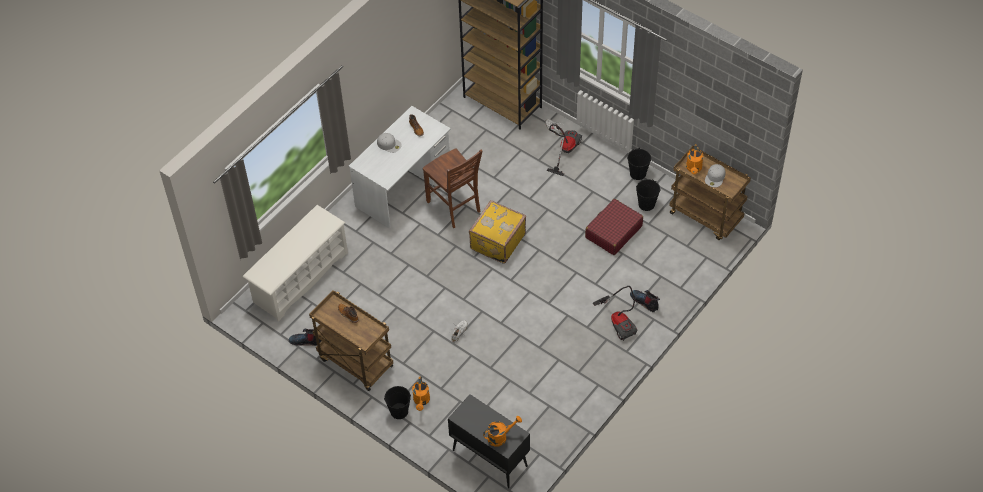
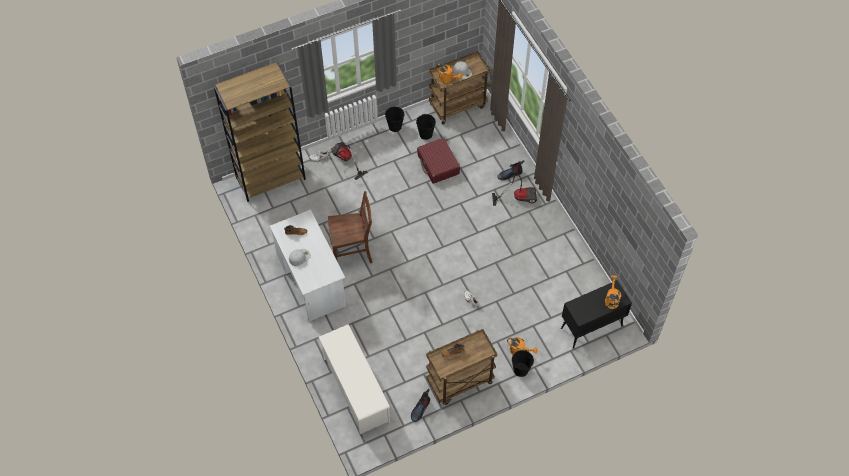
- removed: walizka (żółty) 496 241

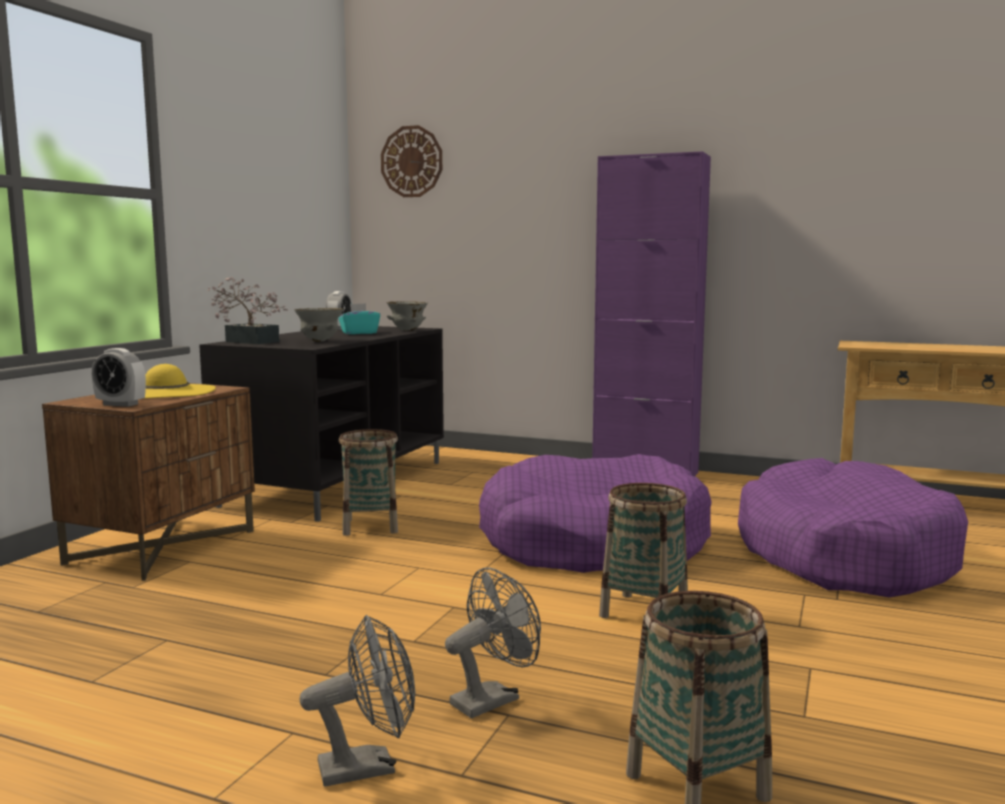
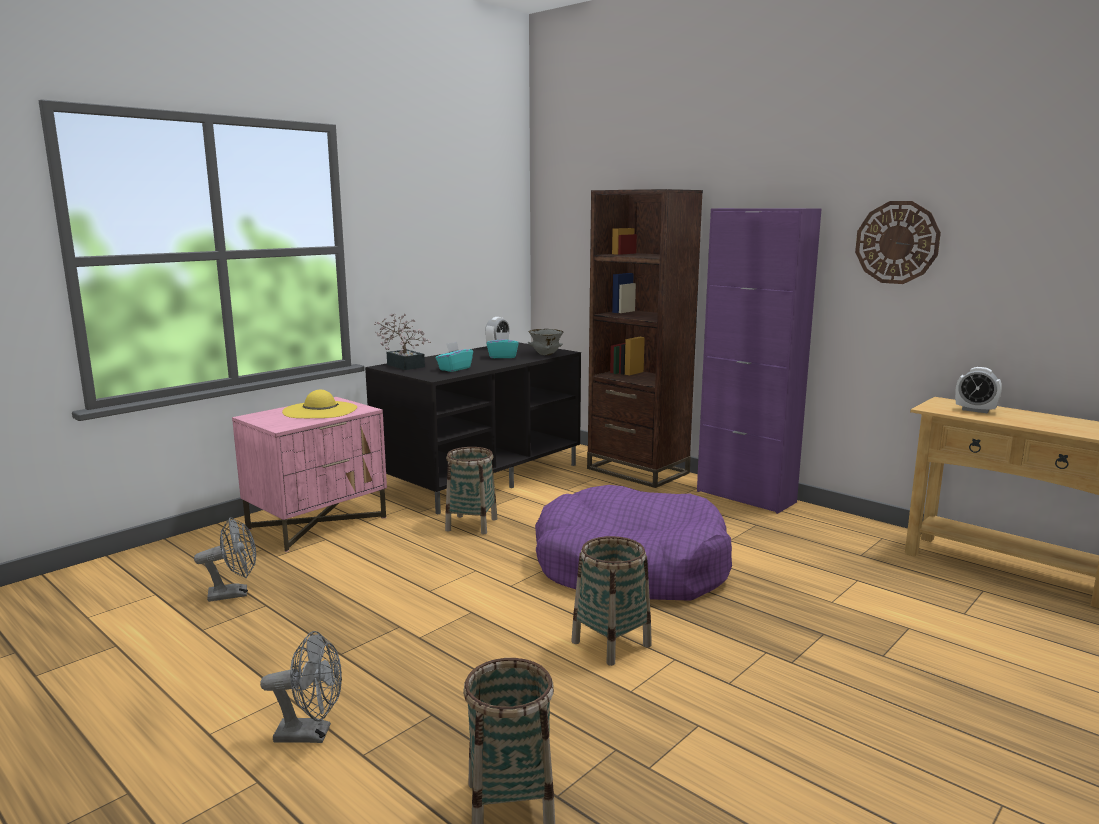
- moved: zegar ścienny 411 161 to 897 242
- replaced: miska (szary) 320 341 to pudełko chusteczek (turkusowy) 454 369
- moved: budzik 120 404 to 975 410
- recoloured: szafka nocna (brązowy) 163 547 to szafka nocna (różowy) 318 523
- removed: legowisko (fioletowy) 843 555
- moved: wentylator (szary) 492 698 to 235 593
- added: regał (brązowy) 637 471

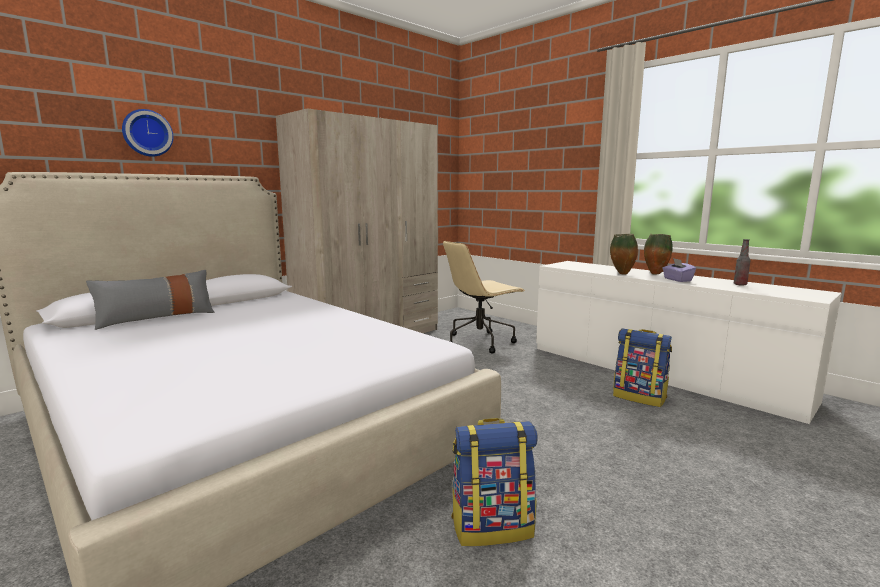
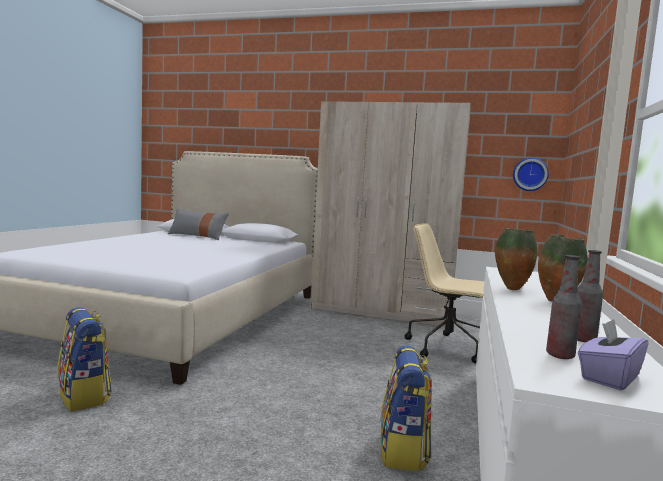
- moved: zegar ścienny 147 133 to 530 174
- moved: pudełko chusteczek (fioletowy) 677 280 to 609 377
- added: butelka 560 355

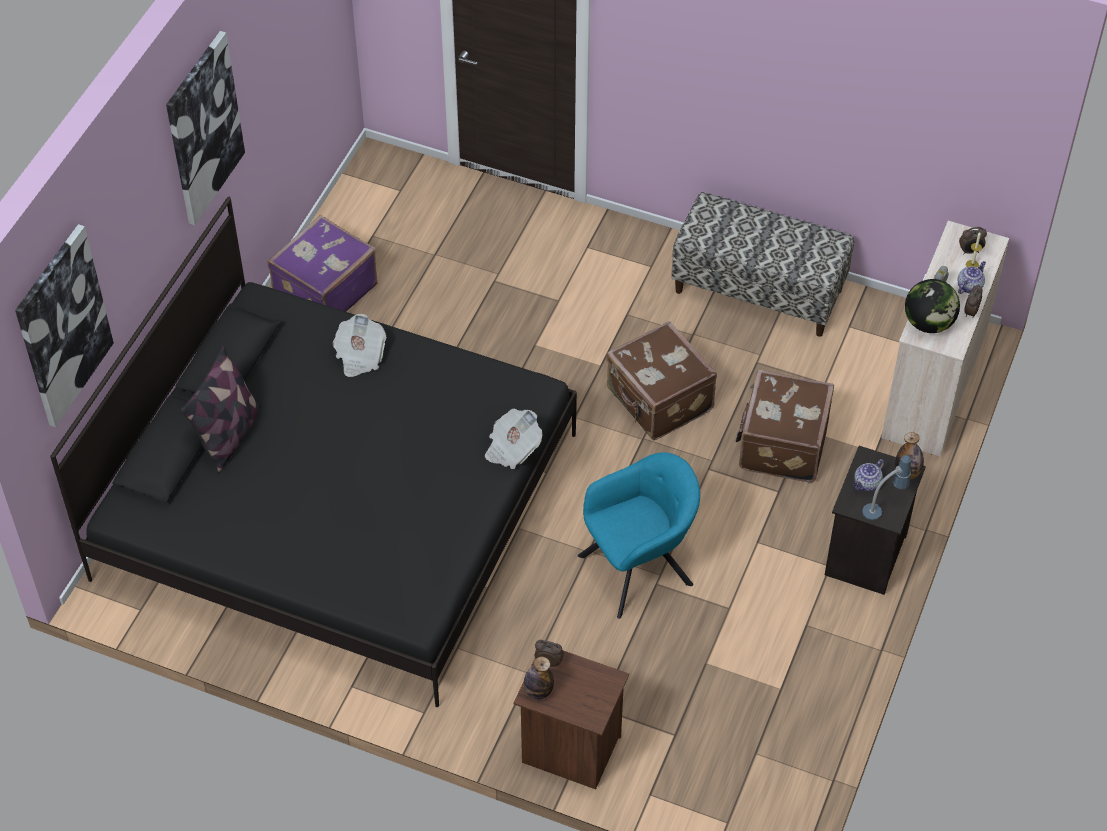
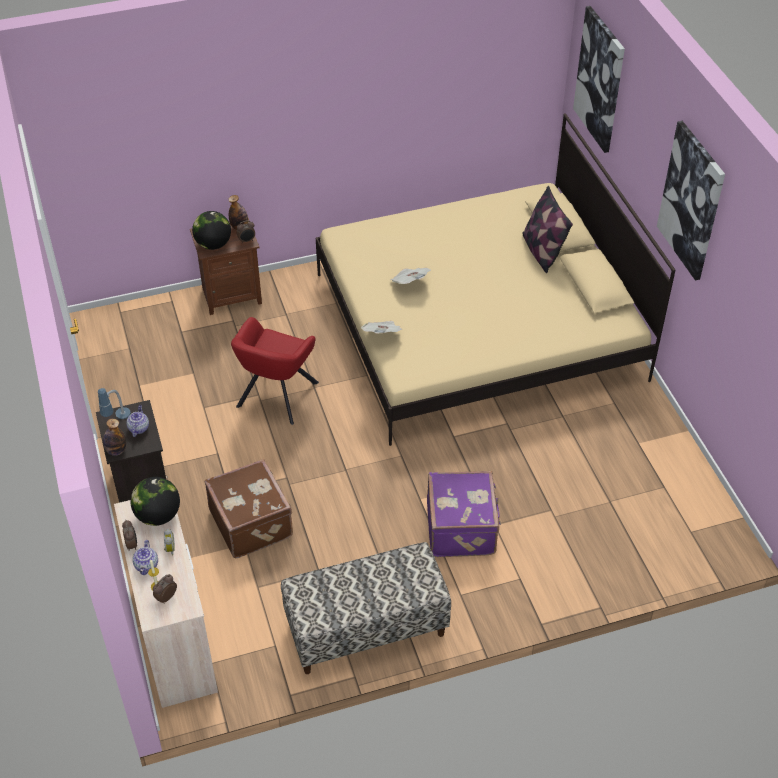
- recoloured: łóżko (czarny) 337 505 to łóżko (beżowy) 478 326
- moved: walizka (fioletowy) 324 291 to 462 528
- moved: gazeta 359 356 to 410 283
- removed: walizka (brązowy) 658 401
- recoloured: fotel (turkusowy) 639 567 to fotel (czerwony) 276 397
- added: globus 213 244

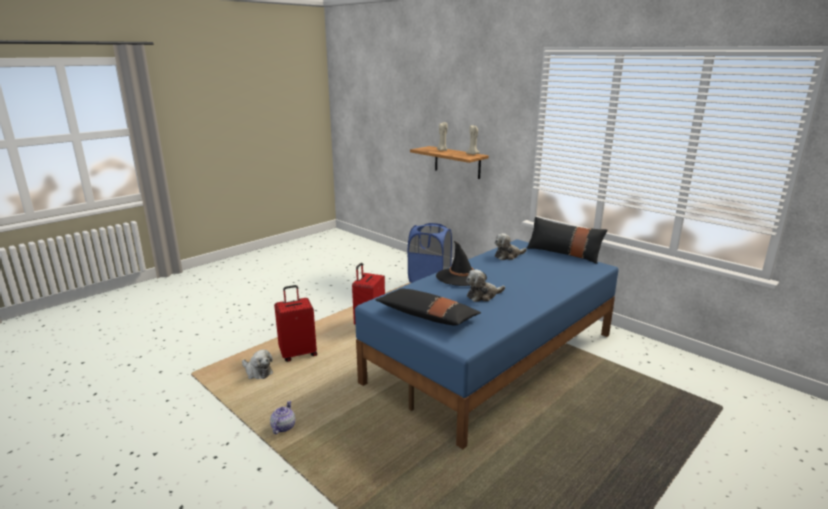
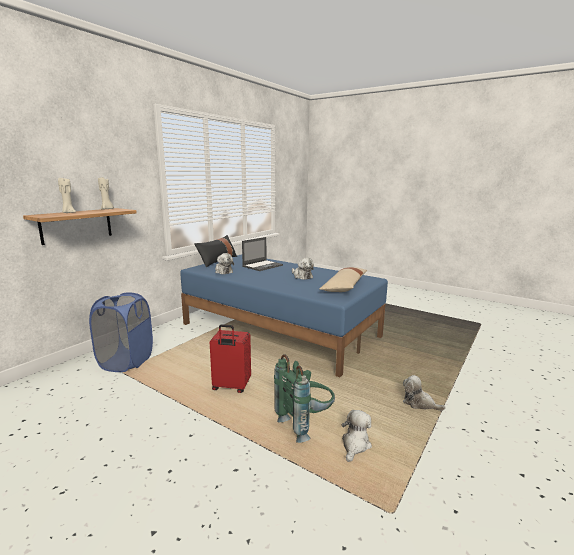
- removed: kapelusz (czarny) 461 277
- replaced: walizka (czerwony) 298 353 to plecak (zielony) 305 423
- recoloured: poduszka (czarny) 427 316 to poduszka (beżowy) 344 287
- replaced: imbryk 283 427 to pluszak 419 403
- added: laptop 263 266

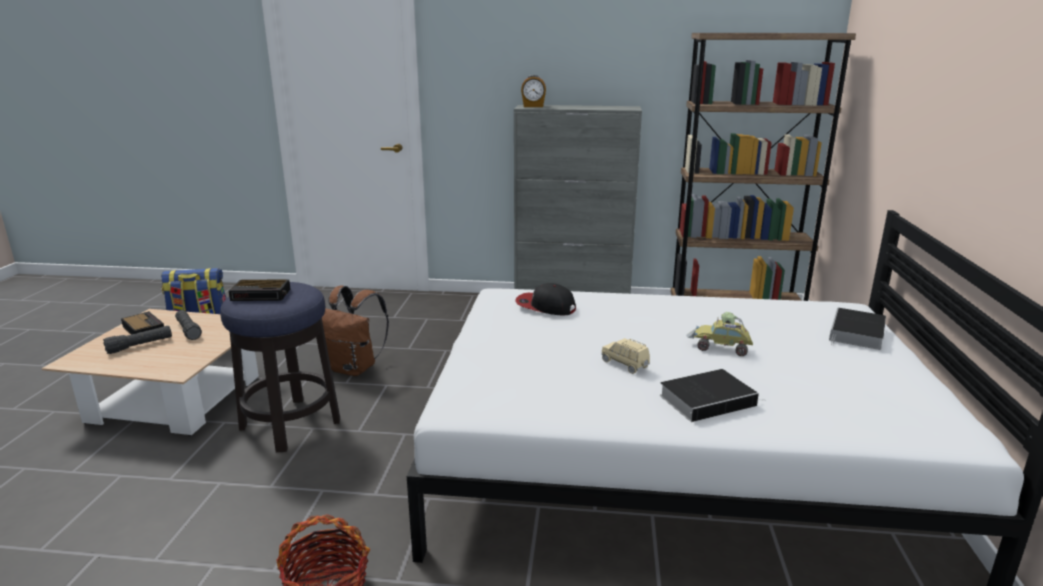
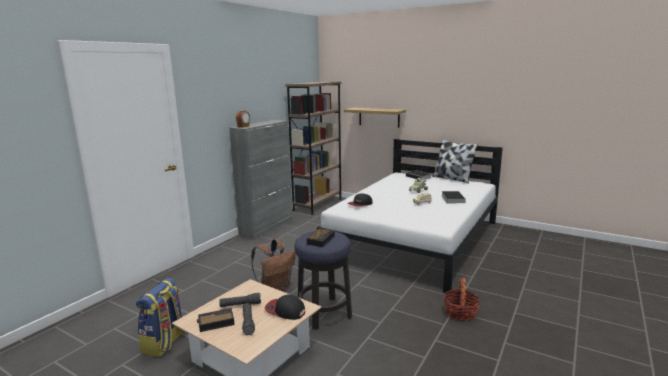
- added: półka 379 117
- added: poduszka 452 178
- added: czapka z daszkiem 285 311

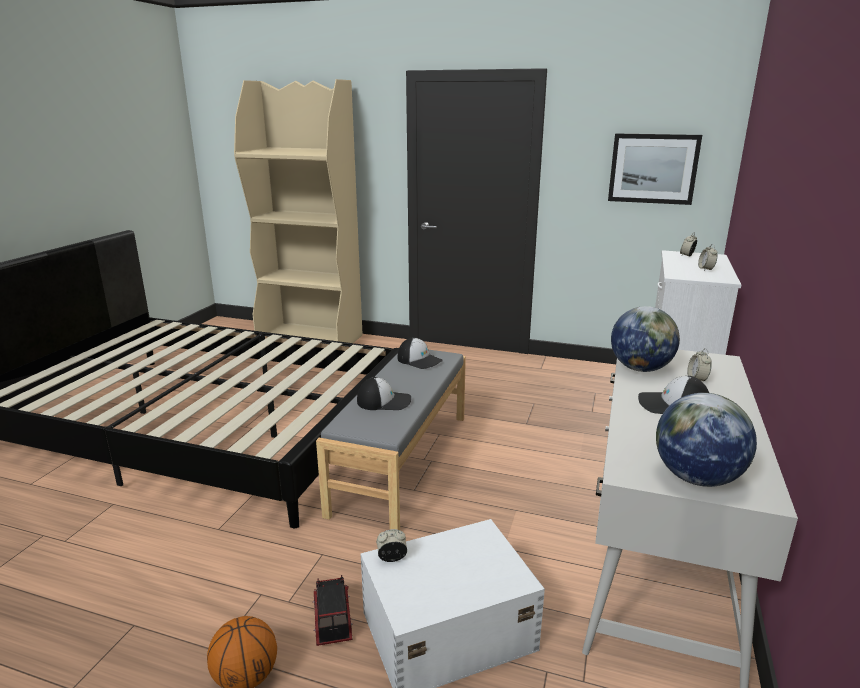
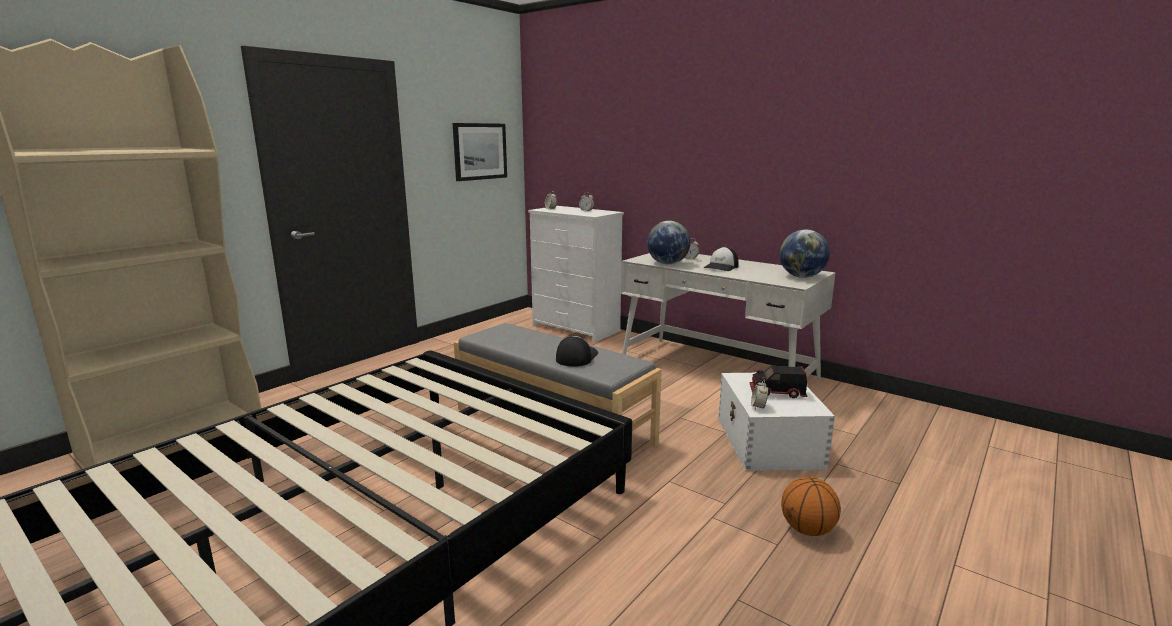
- removed: czapka z daszkiem 419 360
- moved: ciężarówka zabawkowa 331 618 to 777 393

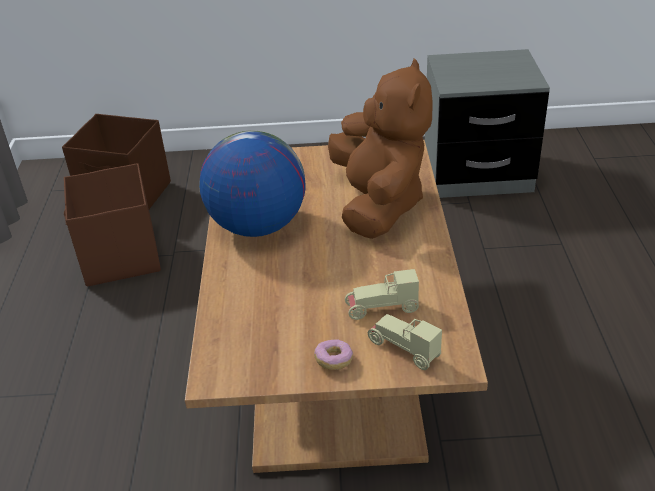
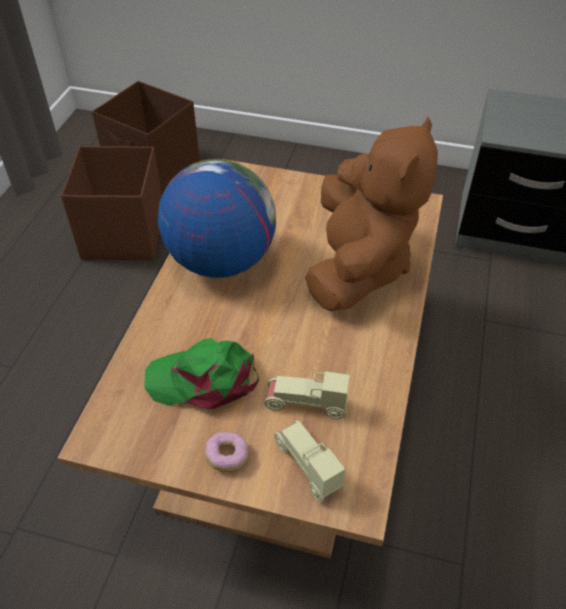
- added: czapka z daszkiem (zielony) 204 379

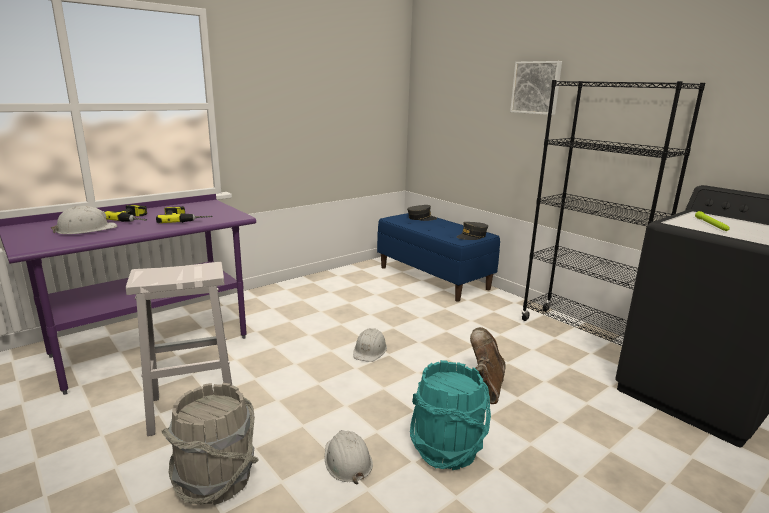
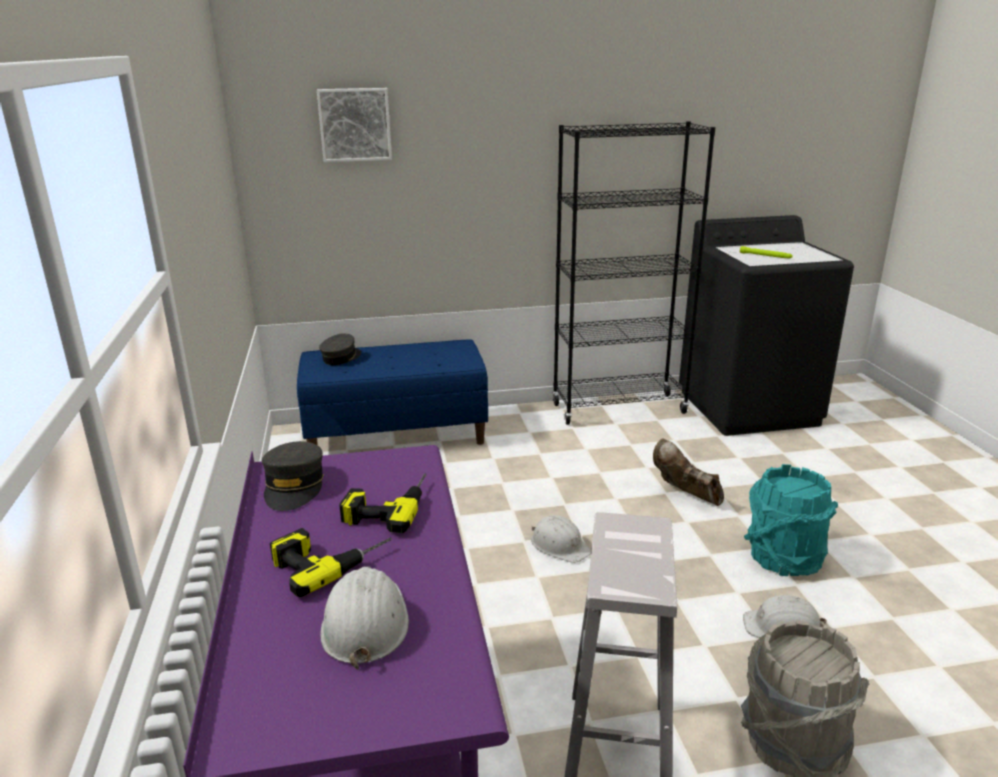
- moved: obraz 536 87 to 355 124
- moved: czapka z daszkiem (szary) 472 236 to 294 487

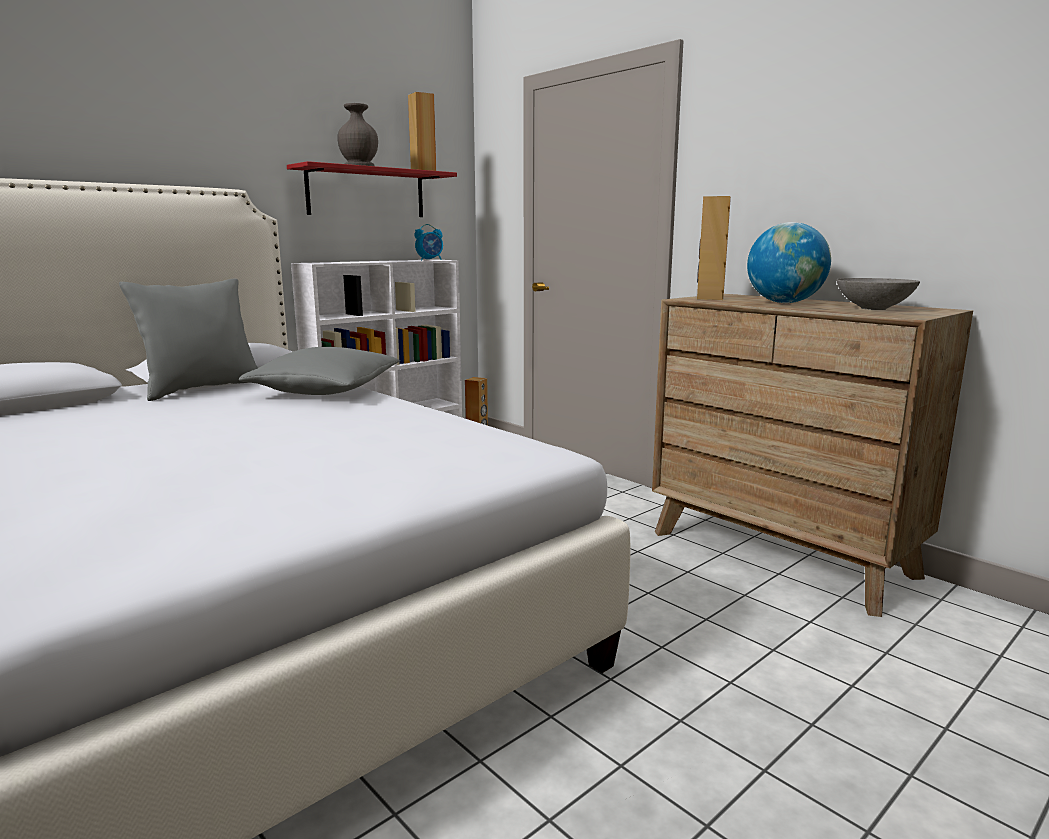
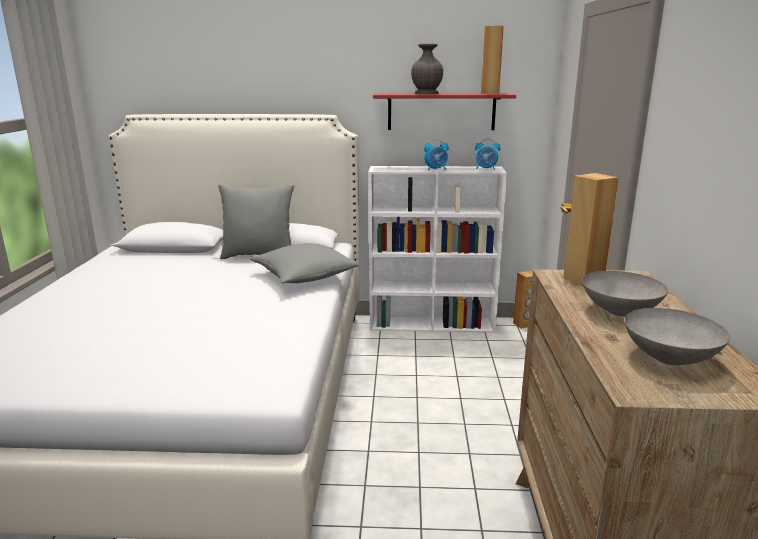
- replaced: globus 784 303 to miska (szary) 621 312
- added: budzik 436 169

